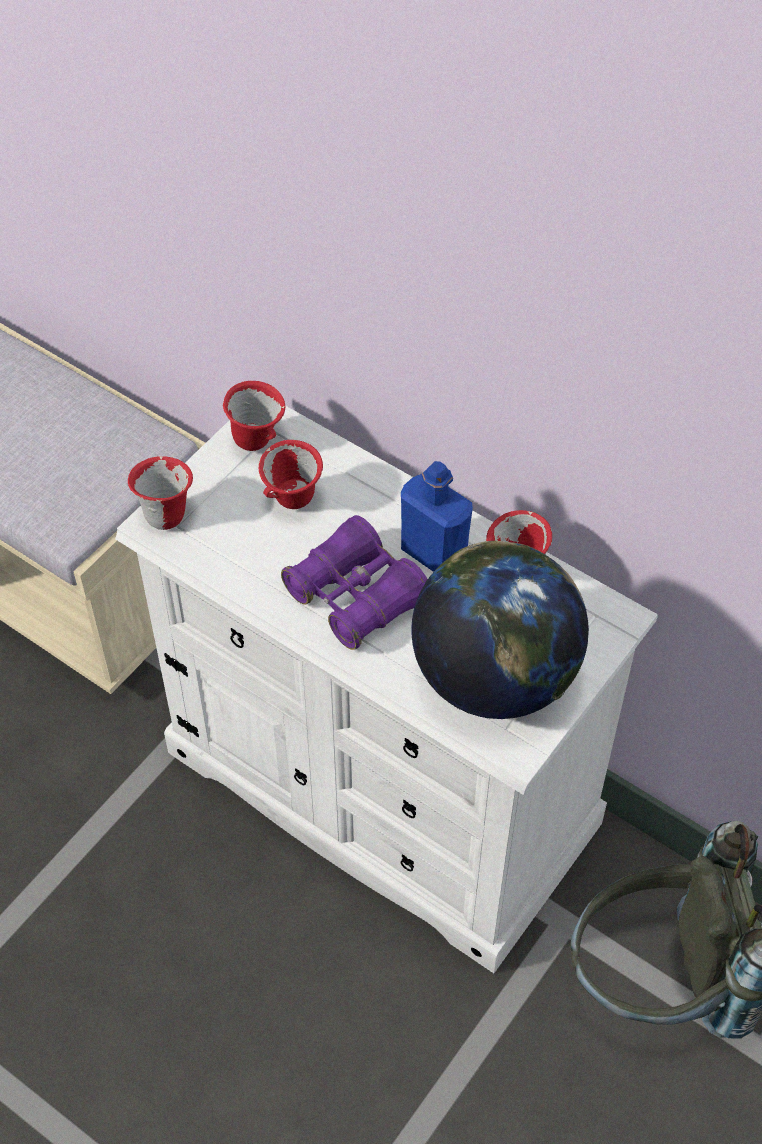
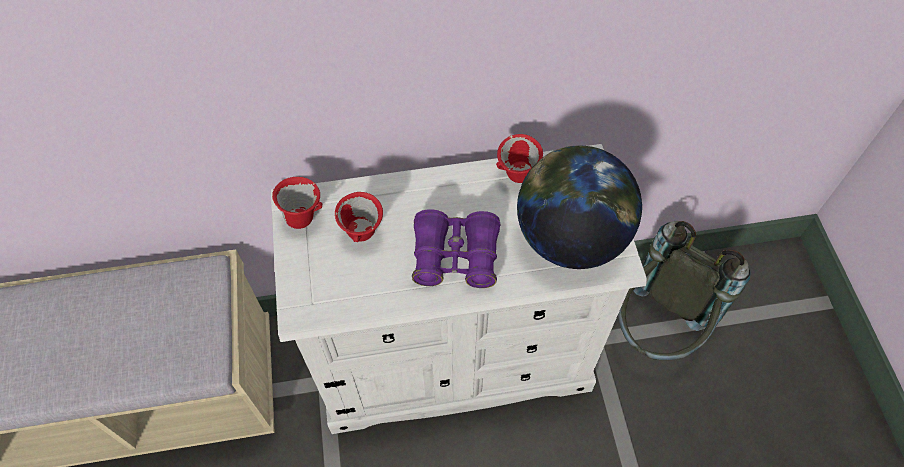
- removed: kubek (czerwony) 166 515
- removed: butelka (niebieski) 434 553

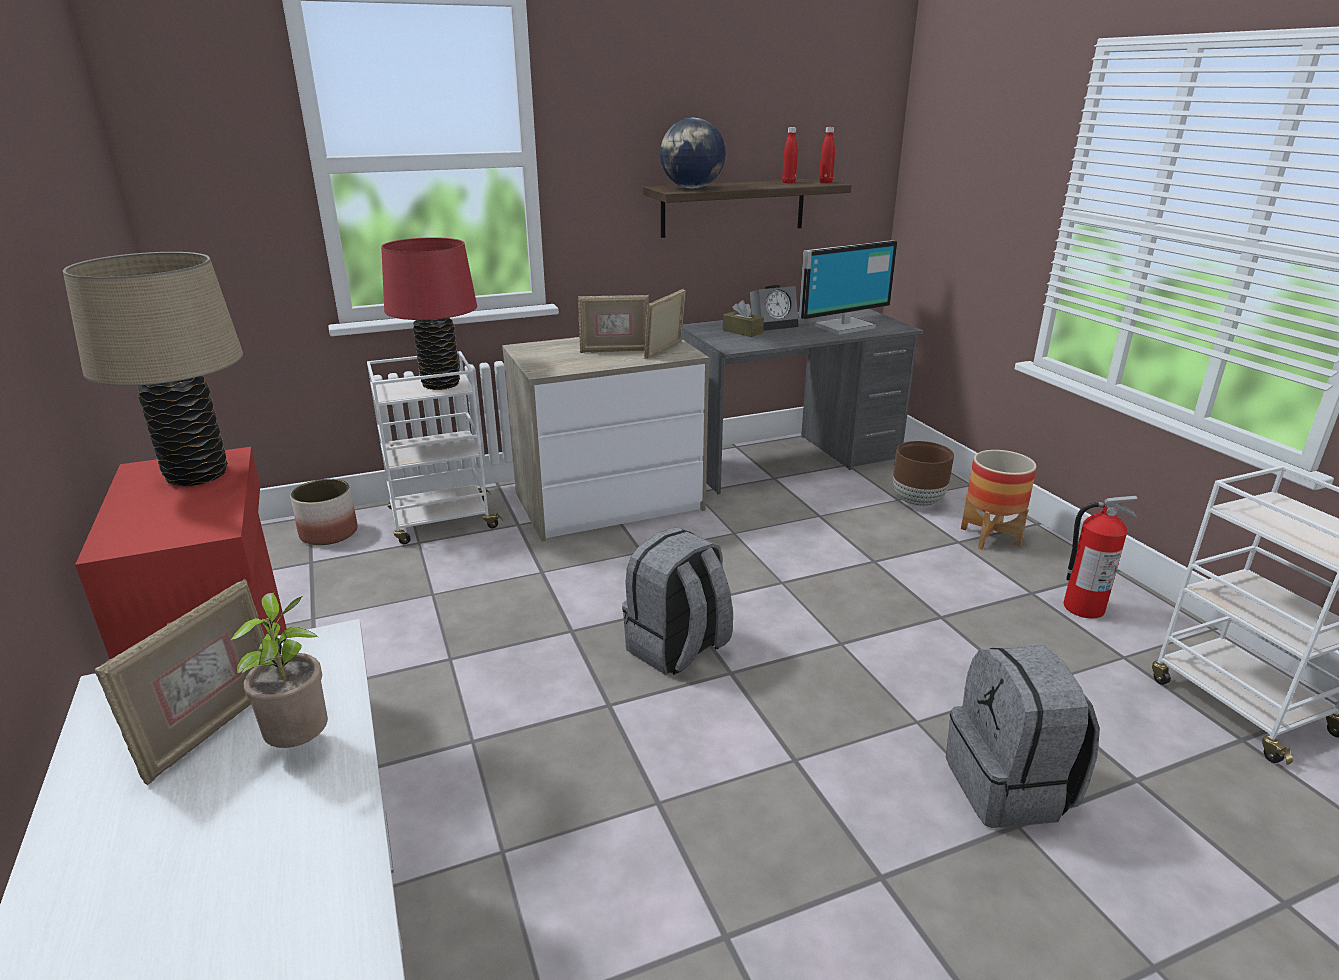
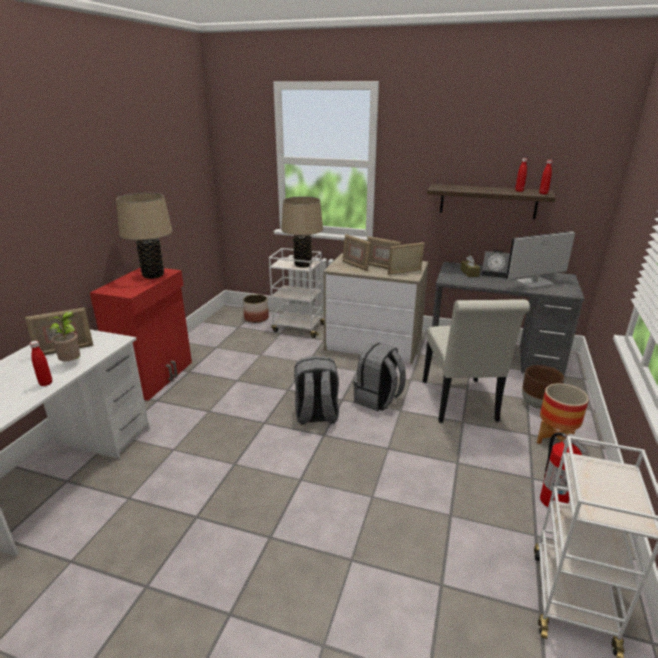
- removed: globus 691 188
- recoloured: lampa stołowa (czerwony) 441 384 to lampa stołowa (beżowy) 303 265
- turned: monitor 843 326 = 535 284 150 degrees clockwise
- moved: plecak (szary) 1010 787 to 378 399
- added: ramka na zdjęcie 355 266
- added: krzesło (biały) 460 404
- added: butelka (czerwony) 46 383

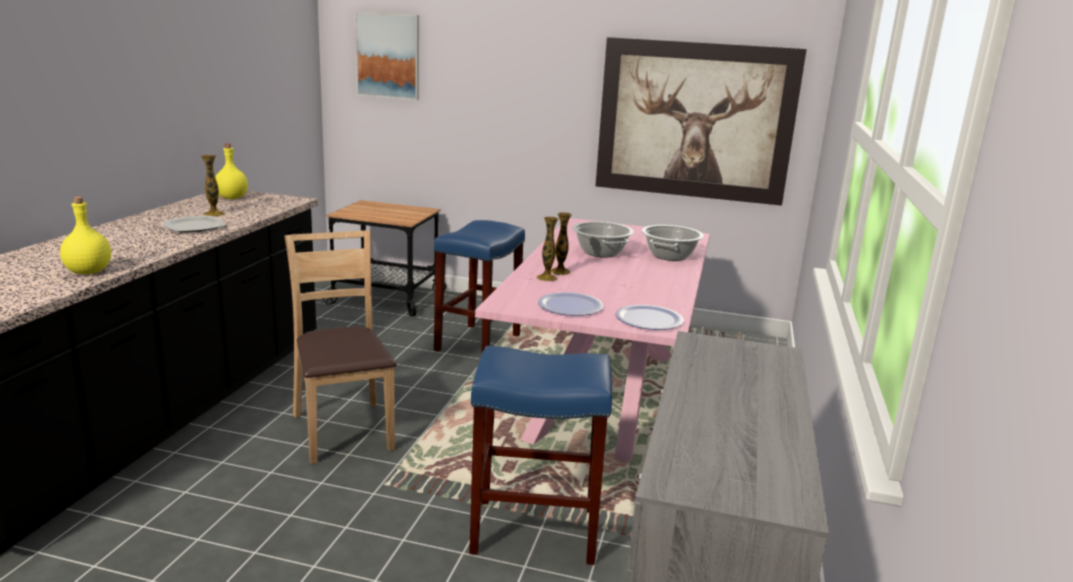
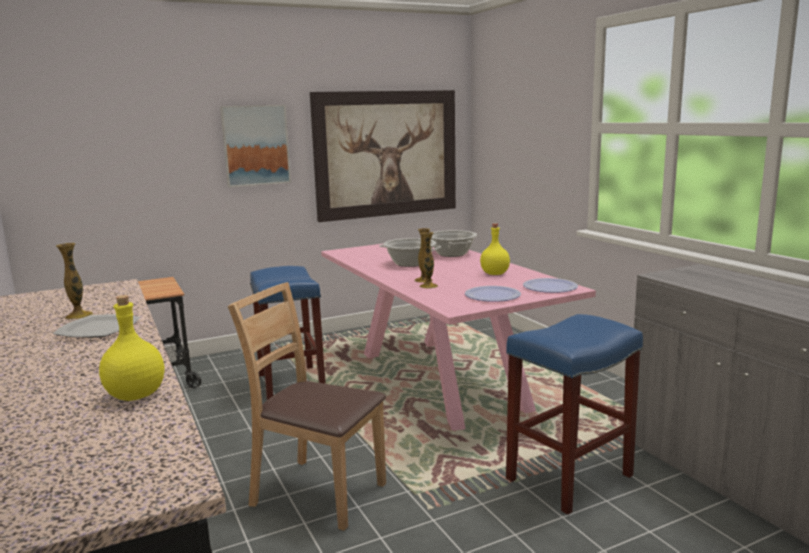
- moved: obraz 388 56 to 256 145
- moved: butelka (żółty) 232 198 to 494 274

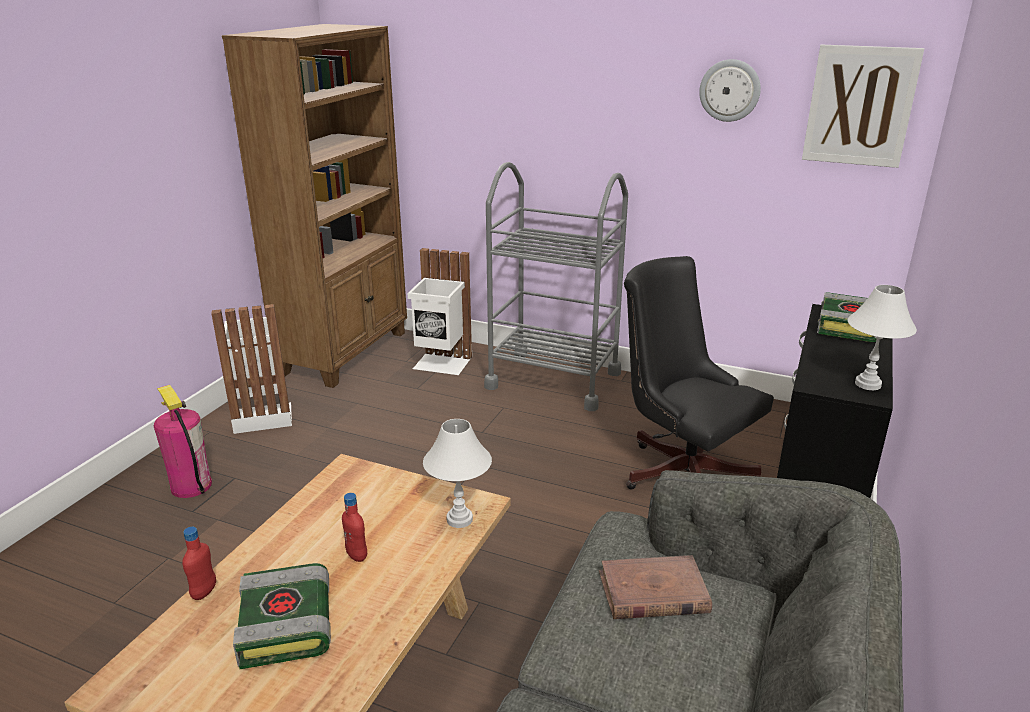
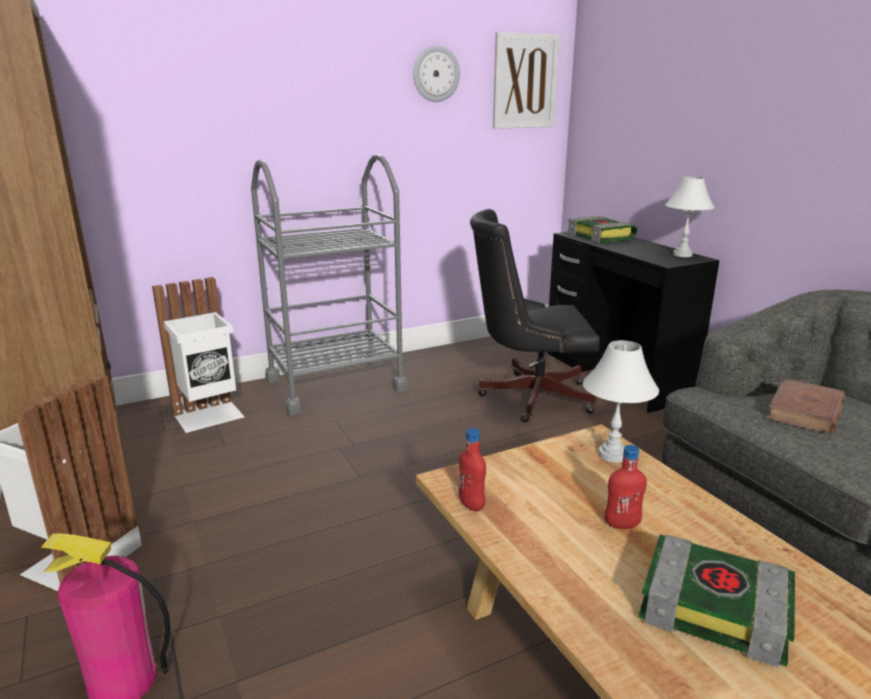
- moved: butelka (czerwony) 204 592 to 471 505

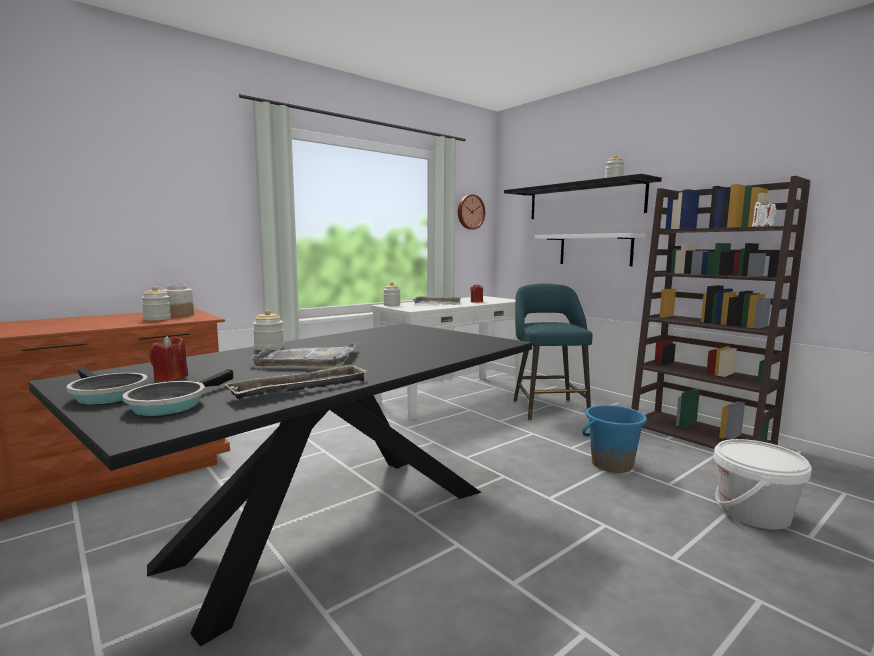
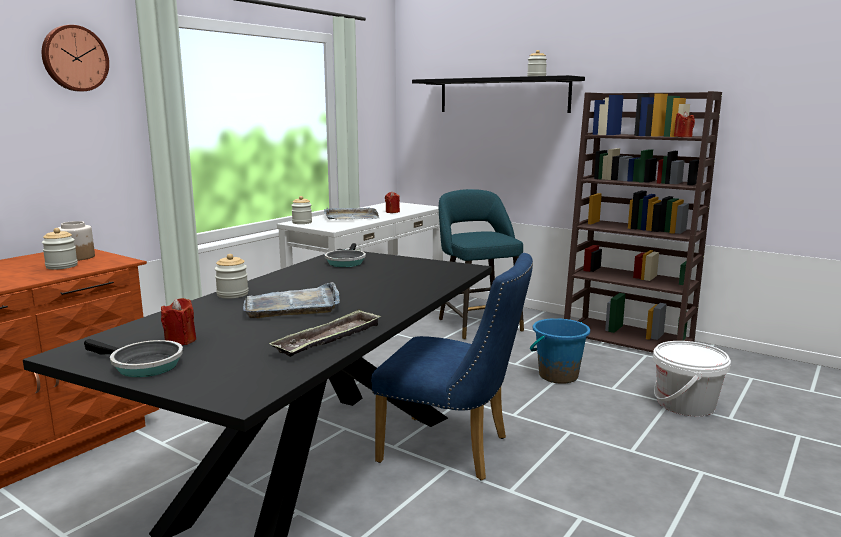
- moved: zegar ścienny 470 212 to 74 58
- recoloured: świeca (biały) 762 226 to świeca (czerwony) 683 137
- removed: półka (biały) 595 250
- moved: patelnia 172 404 to 345 262
- added: krzesło (niebieski) 454 451

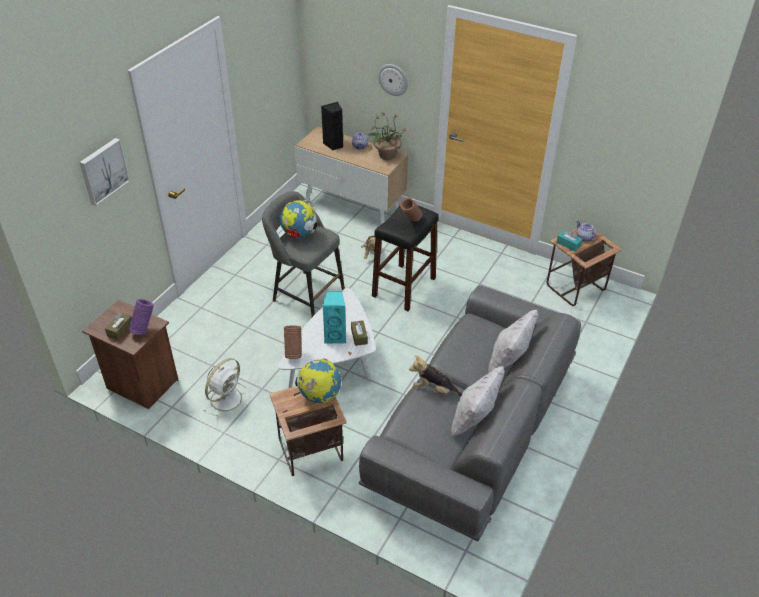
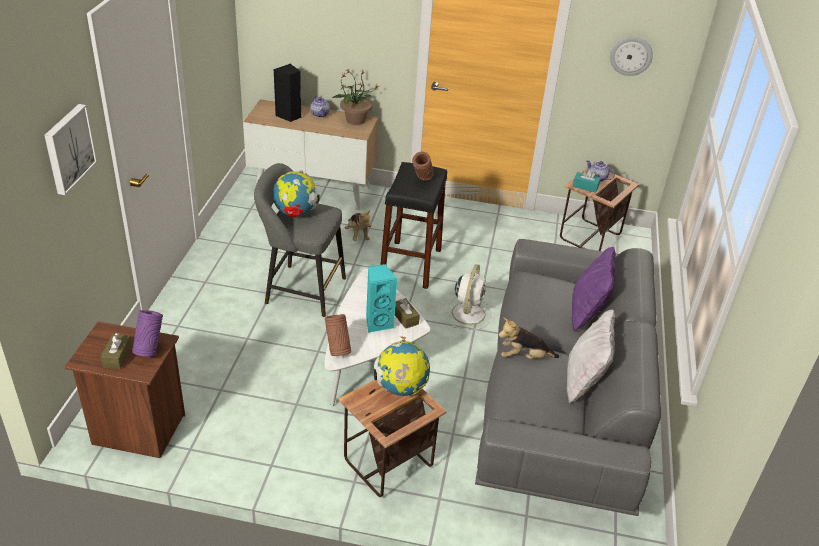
- moved: zegar ścienny 393 79 to 631 55
- recoloured: poduszka (biały) 509 363 to poduszka (fioletowy) 587 314
- moved: wentylator (biały) 227 398 to 468 312

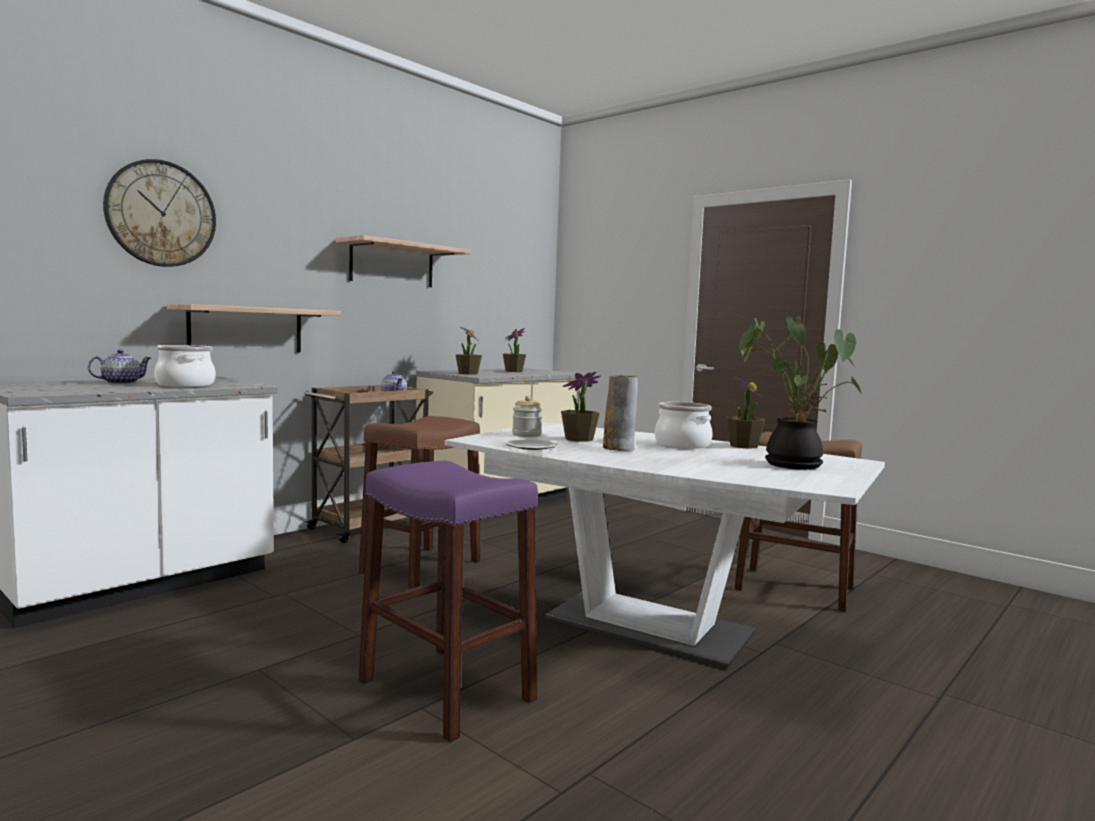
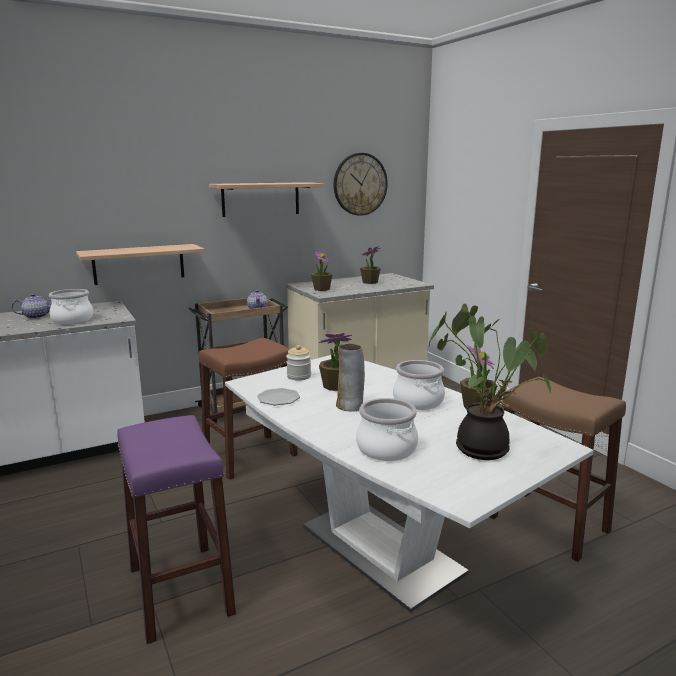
- moved: zegar ścienny 161 214 to 360 184
- added: garnek 386 449

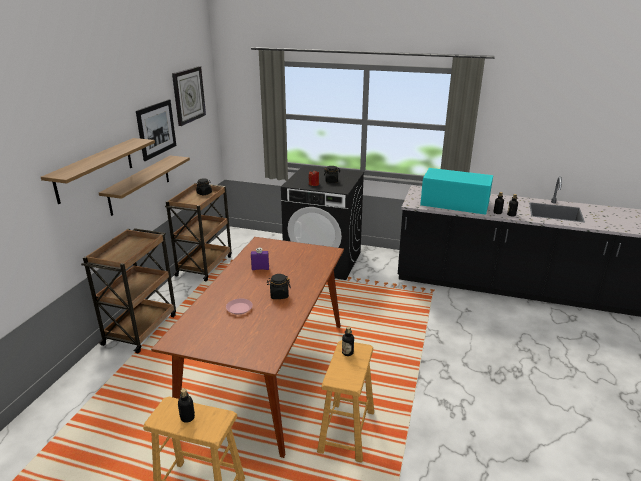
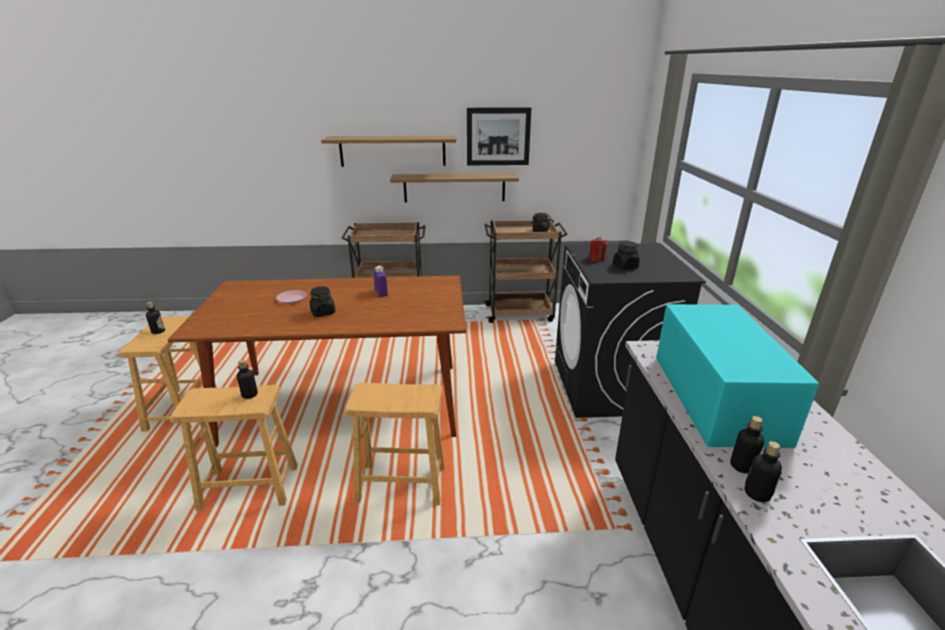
- removed: zegar ścienny 188 95
- added: stołek (brązowy) 401 483

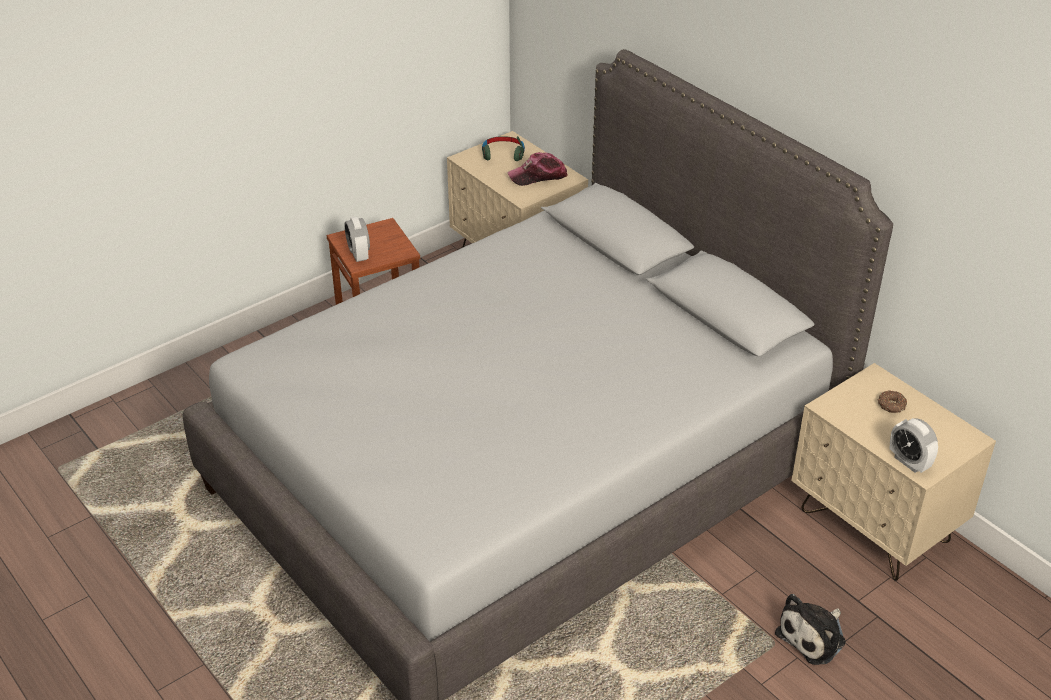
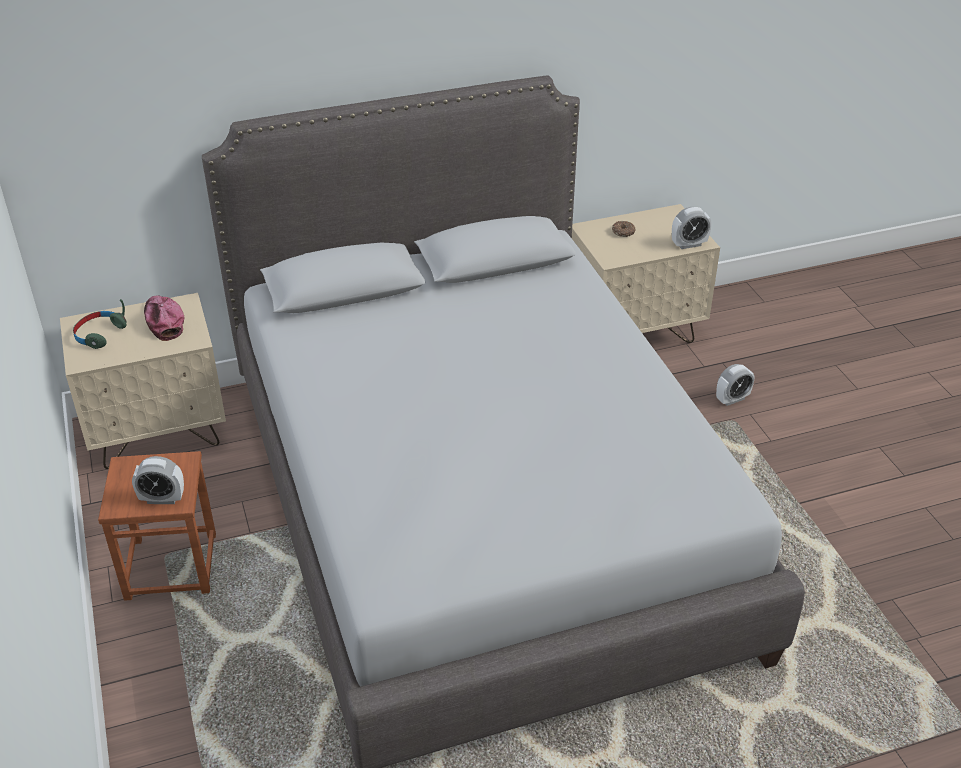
- turned: czapka z daszkiem 538 176 = 163 321 150 degrees clockwise
- replaced: pluszak 814 636 to budzik 732 399

